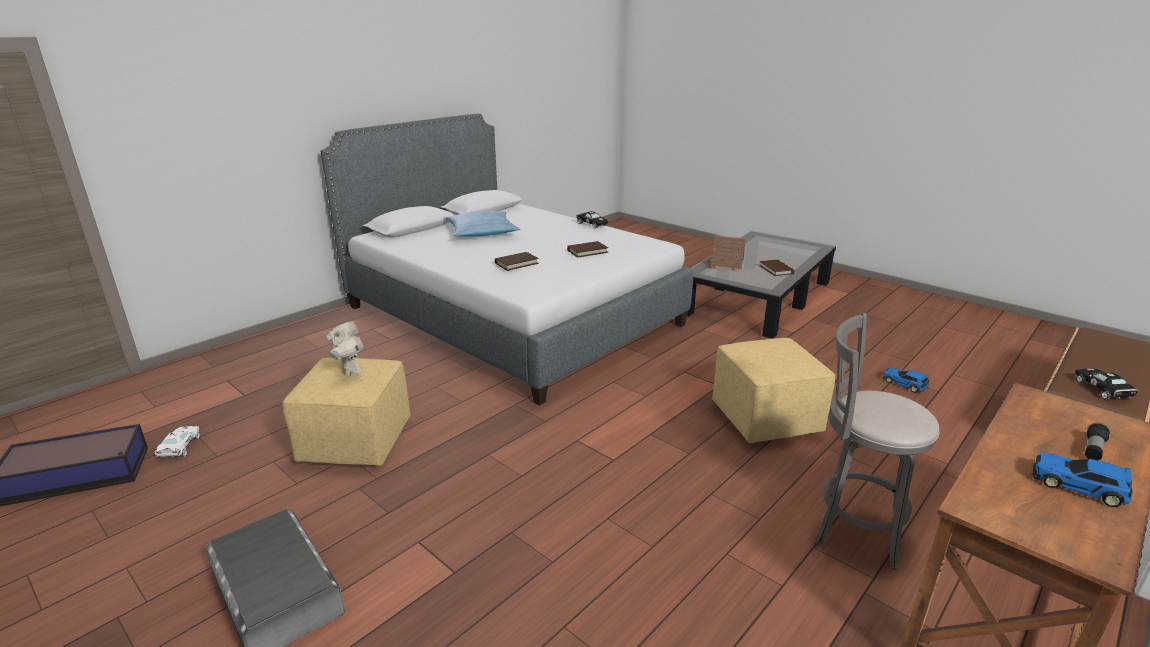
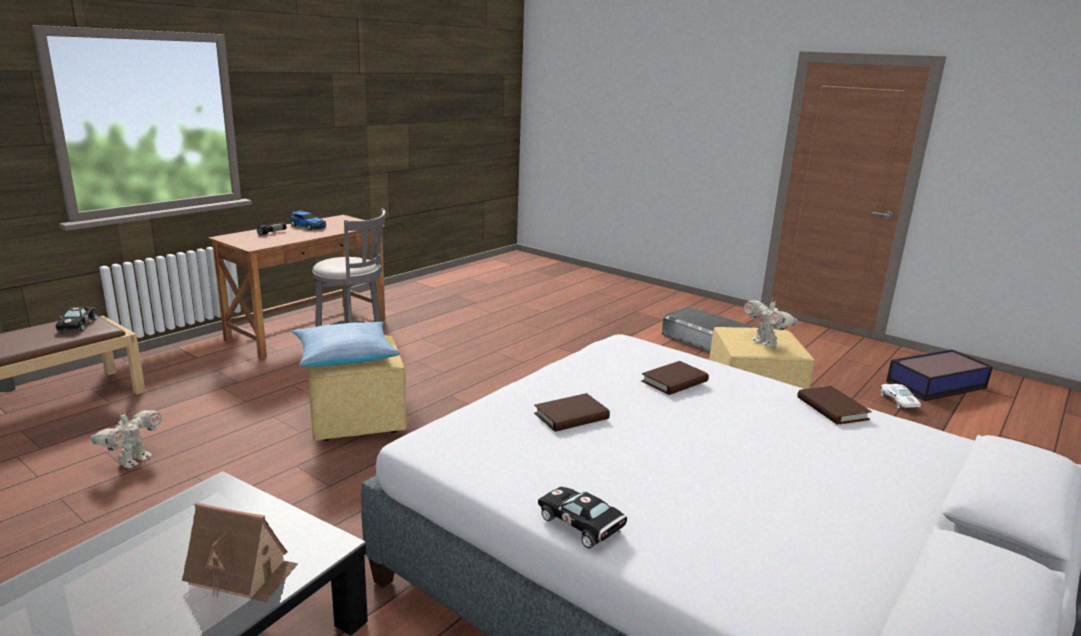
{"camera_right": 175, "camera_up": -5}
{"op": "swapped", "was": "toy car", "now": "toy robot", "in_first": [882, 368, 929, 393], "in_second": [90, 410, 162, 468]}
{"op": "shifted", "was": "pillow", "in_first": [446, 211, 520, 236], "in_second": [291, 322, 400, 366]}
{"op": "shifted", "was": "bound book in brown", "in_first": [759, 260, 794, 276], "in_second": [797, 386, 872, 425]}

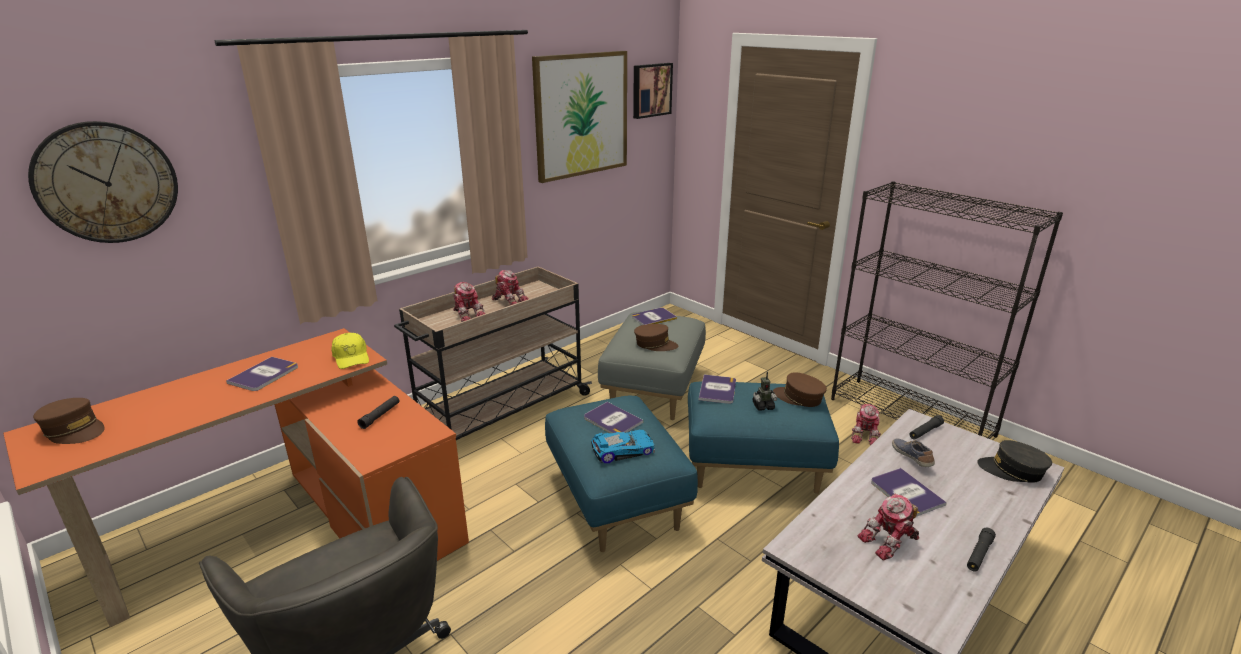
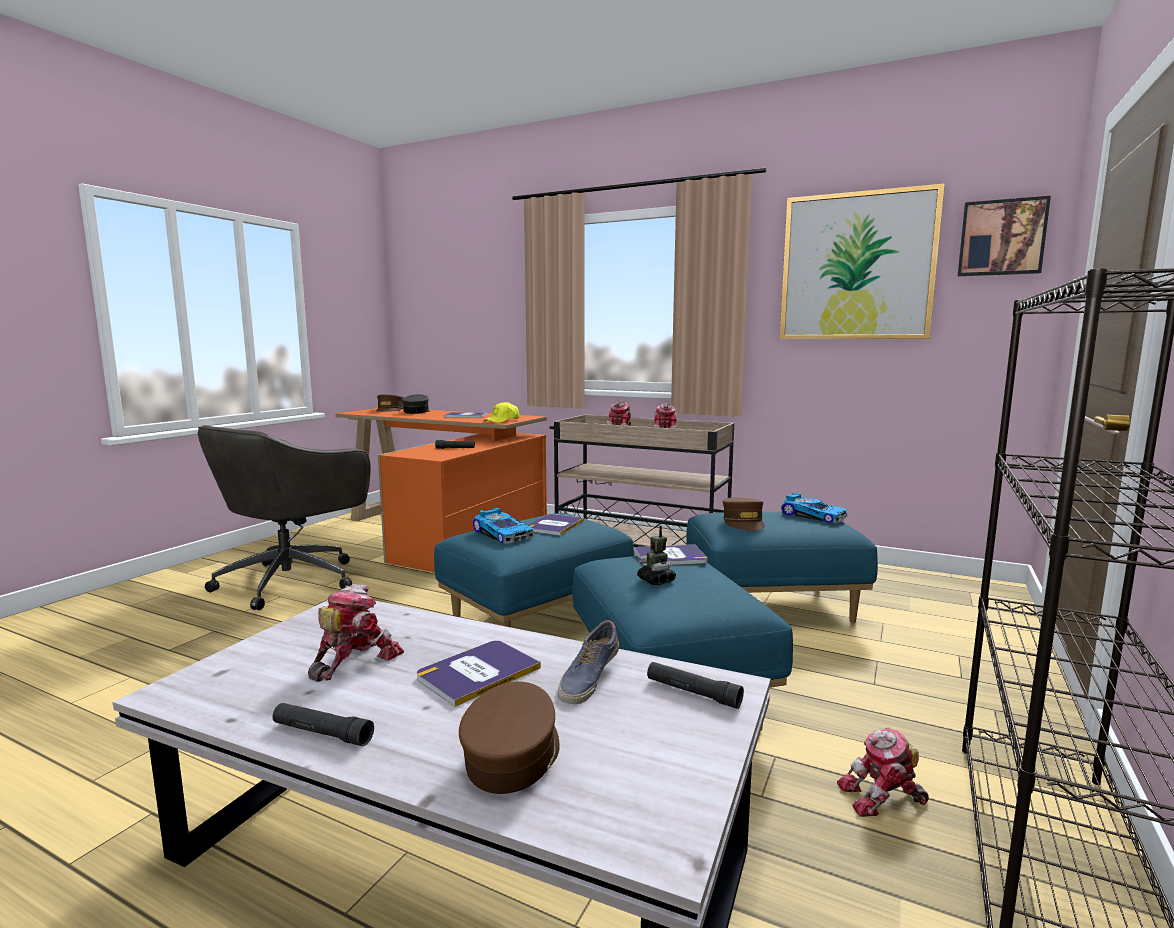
{"camera_right": 70, "camera_up": -15}
{"op": "rotated", "was": "toy robot", "in_first": [857, 493, 919, 560], "in_second": [308, 584, 404, 682], "clockwise": 75}
{"op": "shifted", "was": "peaked cap in greyish", "in_first": [977, 440, 1052, 483], "in_second": [402, 394, 430, 414]}
{"op": "shifted", "was": "peaked cap in brown", "in_first": [773, 372, 827, 407], "in_second": [459, 682, 560, 794]}
{"op": "rotated", "was": "item of footwear", "in_first": [892, 439, 935, 467], "in_second": [558, 620, 619, 704], "clockwise": 150}
{"op": "repainted", "was": "ottoman in greyish", "now": "ottoman in blue-coloured", "in_first": [598, 312, 706, 420], "in_second": [686, 512, 878, 623]}
{"op": "swapped", "was": "bound book", "now": "toy car", "in_first": [632, 308, 677, 325], "in_second": [781, 493, 847, 523]}
{"op": "gone", "was": "clock on the wall", "in_first": [28, 121, 178, 243]}

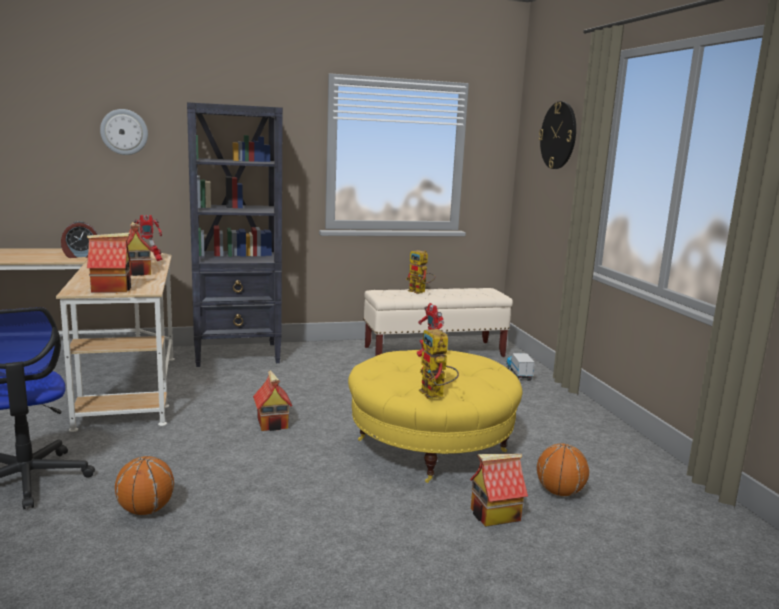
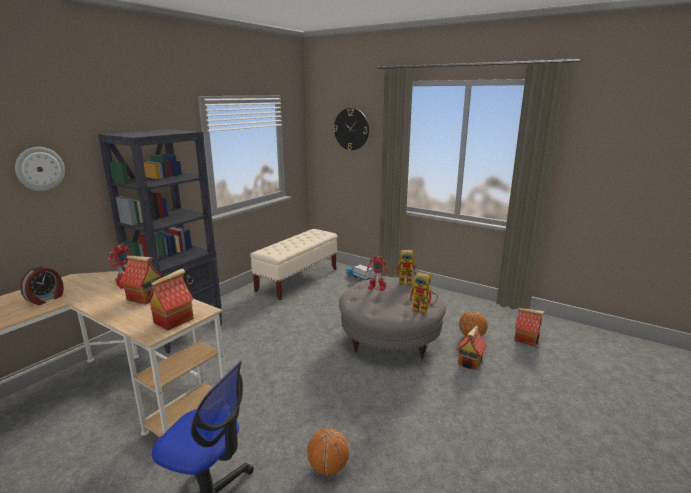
{"camera_right": -40, "camera_up": 5}
{"op": "repainted", "was": "ottoman in yellow-coloured", "now": "ottoman in greyish", "in_first": [348, 349, 522, 483], "in_second": [339, 277, 446, 362]}
{"op": "shifted", "was": "toy robot", "in_first": [406, 250, 435, 294], "in_second": [395, 249, 419, 286]}
{"op": "shifted", "was": "model house", "in_first": [253, 370, 292, 431], "in_second": [514, 308, 545, 346]}

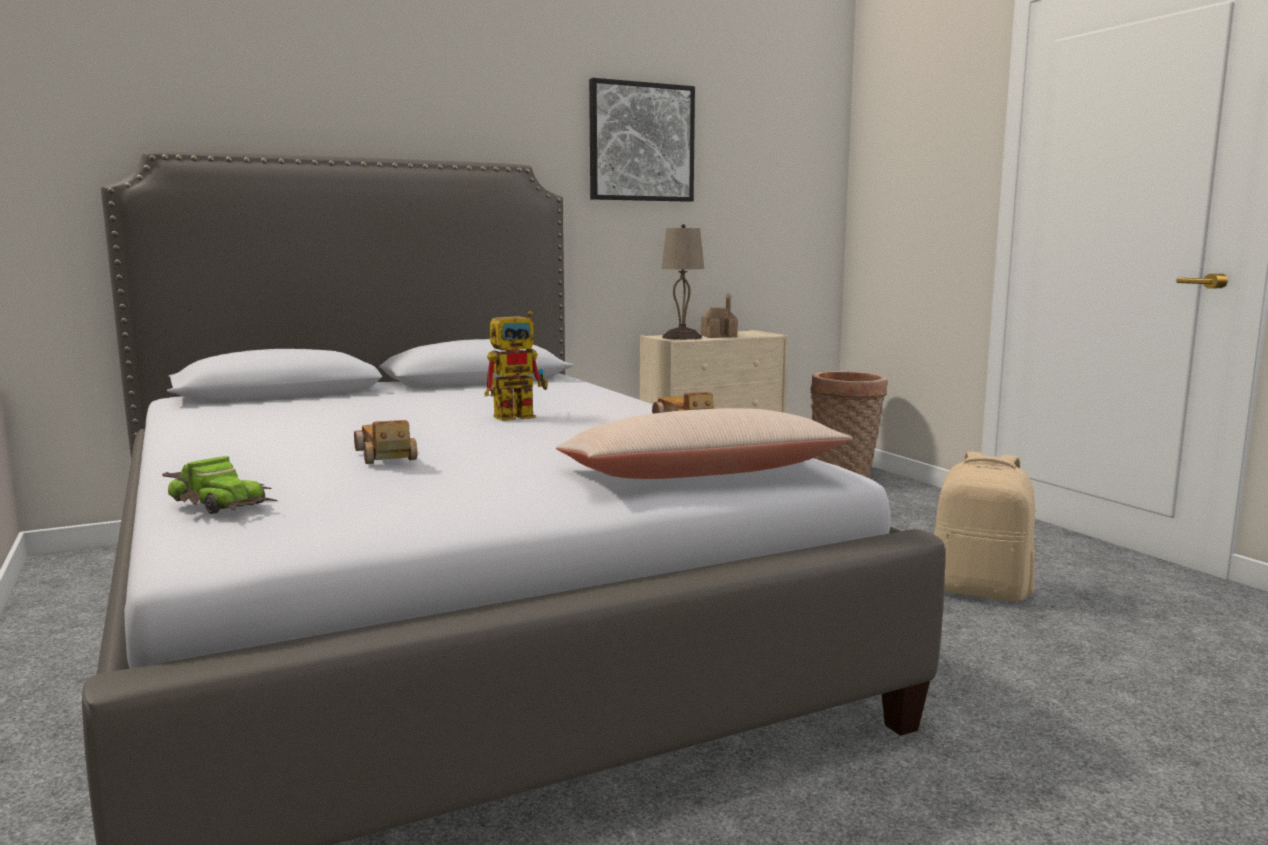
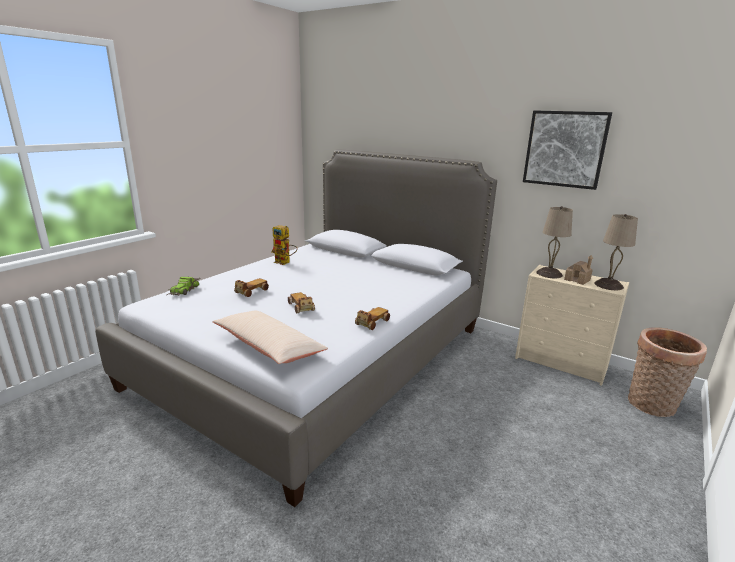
{"camera_right": 60, "camera_up": 10}
{"op": "shifted", "was": "toy robot", "in_first": [485, 311, 548, 421], "in_second": [272, 225, 298, 265]}
{"op": "new", "now": "toy car", "in_second": [288, 292, 315, 313]}
{"op": "new", "now": "tabletop lamp in beige-coloured", "in_second": [594, 214, 638, 290]}
{"op": "gone", "was": "knapsack in beige-coloured", "in_first": [934, 452, 1035, 602]}

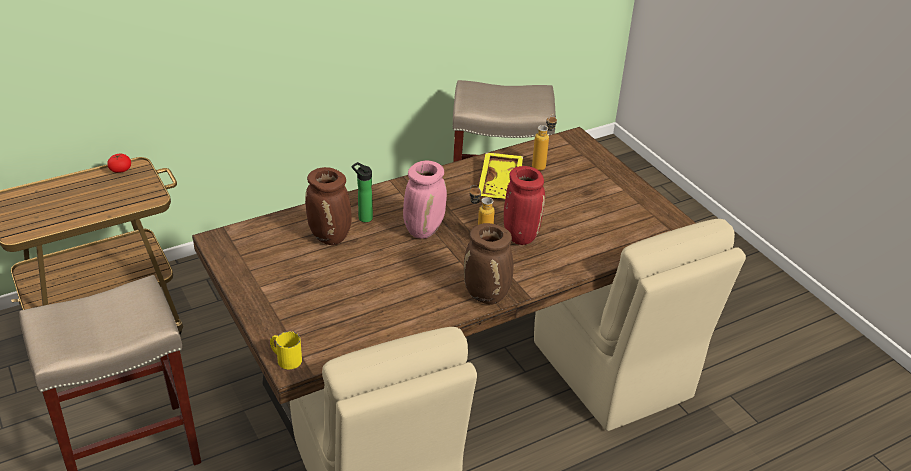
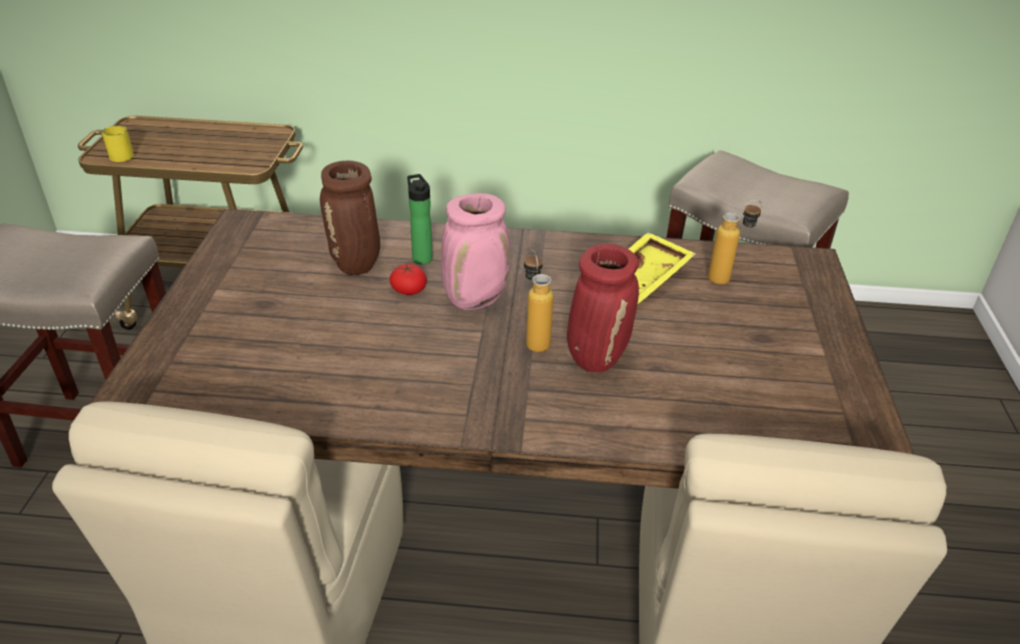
{"camera_right": 35, "camera_up": 0}
{"op": "shifted", "was": "coffee mug in yellow-coloured", "in_first": [270, 331, 302, 369], "in_second": [102, 125, 134, 162]}
{"op": "shifted", "was": "fresh tomato", "in_first": [107, 154, 131, 173], "in_second": [389, 264, 427, 295]}
{"op": "gone", "was": "vase in brown", "in_first": [464, 223, 513, 304]}

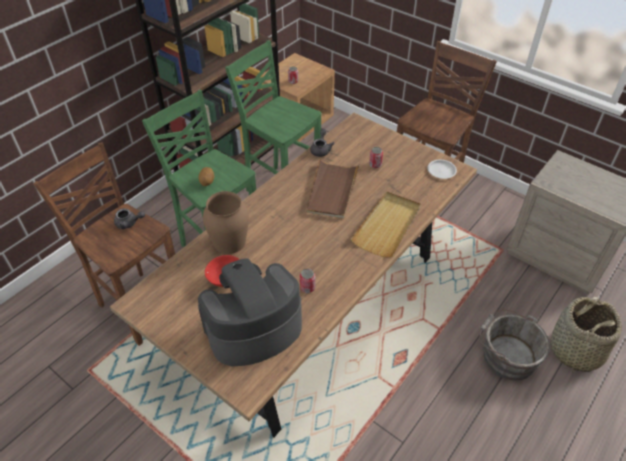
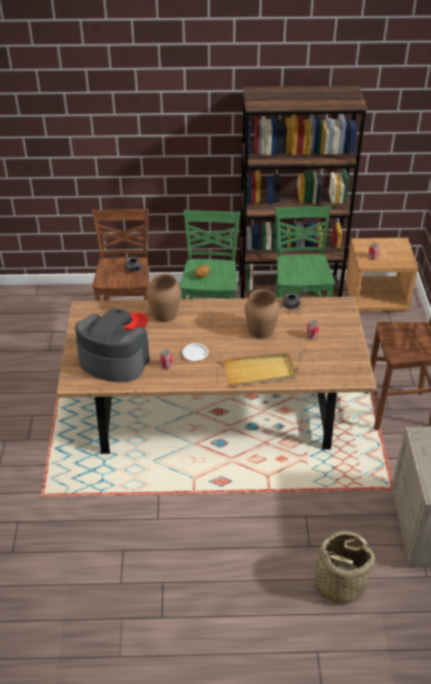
{"camera_right": 50, "camera_up": -5}
{"op": "shifted", "was": "plate in white-coloured", "in_first": [427, 160, 457, 179], "in_second": [182, 343, 208, 361]}
{"op": "swapped", "was": "serving tray in brown", "now": "vase in brown", "in_first": [306, 159, 360, 218], "in_second": [245, 289, 280, 339]}
{"op": "gone", "was": "bucket in greyish", "in_first": [479, 309, 550, 381]}

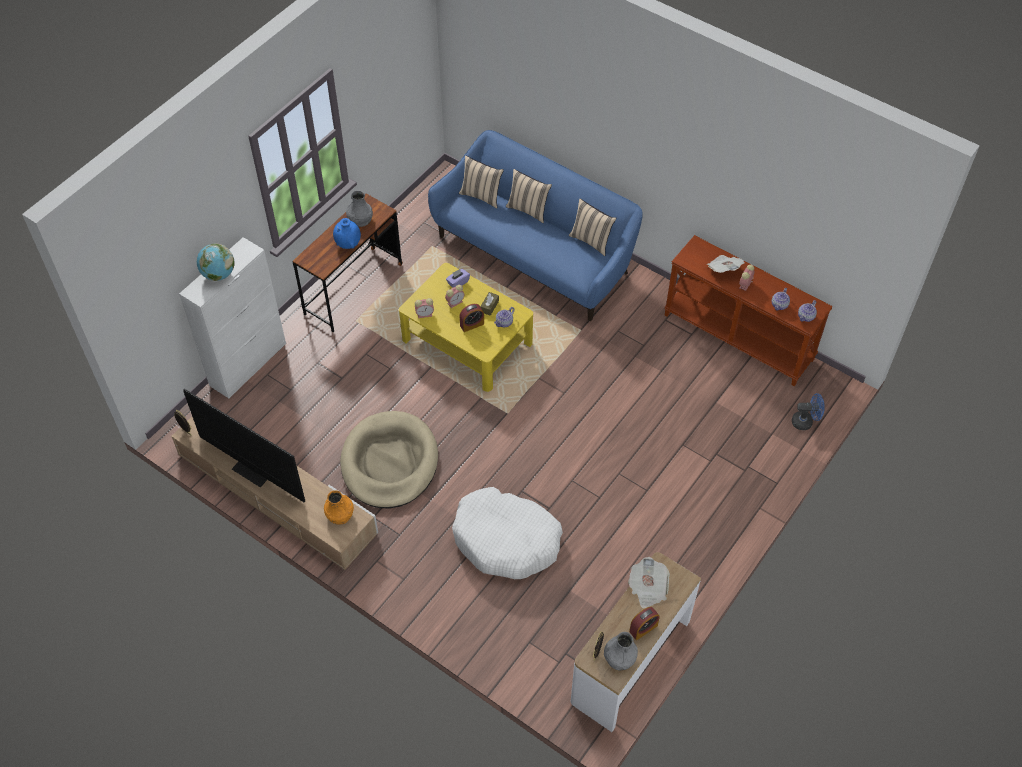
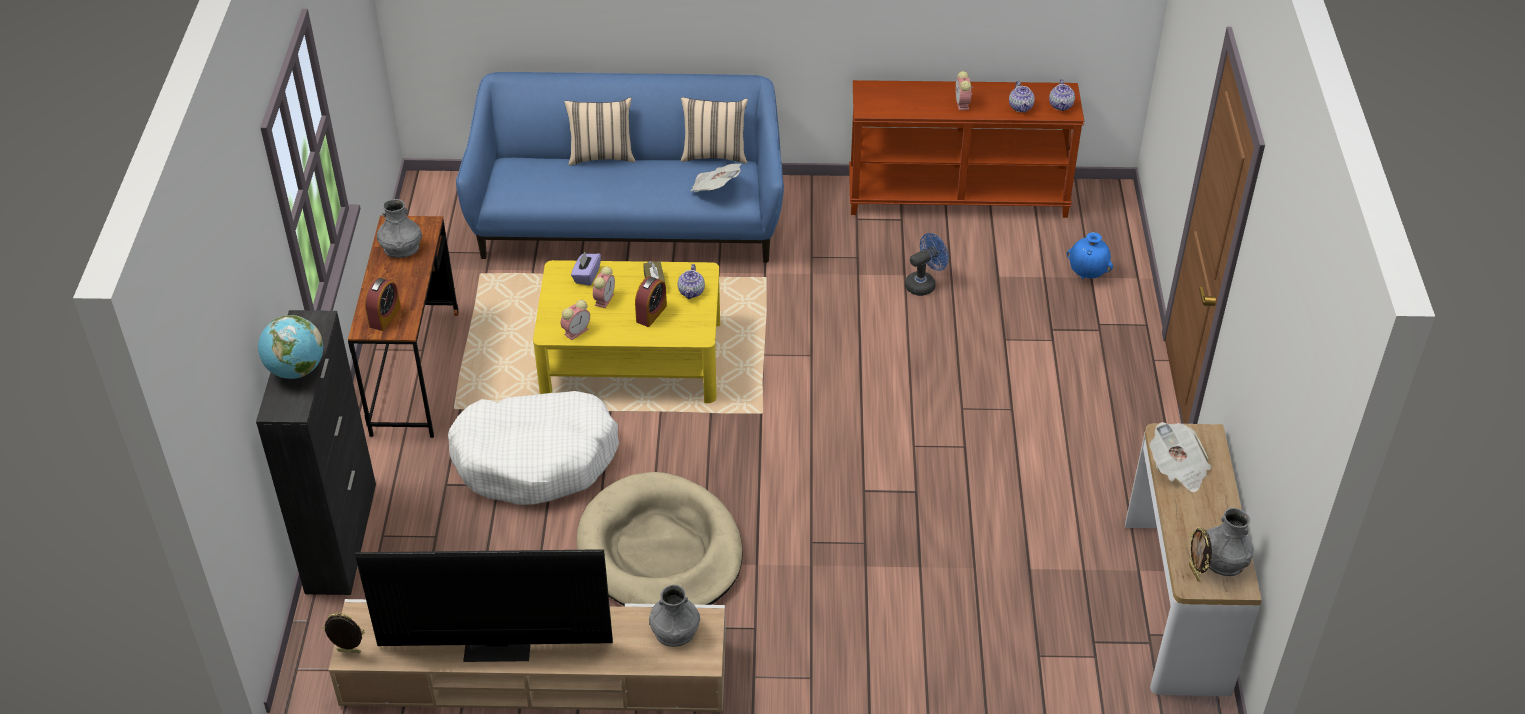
{"camera_right": -35, "camera_up": -10}
{"op": "repainted", "was": "cupboard in white-coloured", "now": "cupboard in black-coloured", "in_first": [179, 237, 286, 398], "in_second": [256, 310, 376, 595]}
{"op": "shifted", "was": "table clock", "in_first": [629, 607, 660, 640], "in_second": [365, 278, 401, 331]}
{"op": "shifted", "was": "dog cushion in white-coloured", "in_first": [452, 487, 563, 579], "in_second": [448, 391, 619, 505]}
{"op": "repainted", "was": "vase in orangey", "now": "vase in greyish", "in_first": [324, 490, 354, 525], "in_second": [649, 585, 700, 647]}
{"op": "shifted", "was": "newspaper", "in_first": [707, 255, 745, 273], "in_second": [690, 164, 741, 192]}
{"op": "shifted", "was": "cooling fan in blue-coloured", "in_first": [792, 393, 825, 430], "in_second": [905, 233, 949, 296]}
{"op": "shifted", "was": "vase in blue-coloured", "in_first": [333, 218, 361, 249], "in_second": [1067, 232, 1113, 279]}
{"op": "gone", "was": "pillow in beige-coloured", "in_first": [459, 155, 504, 208]}

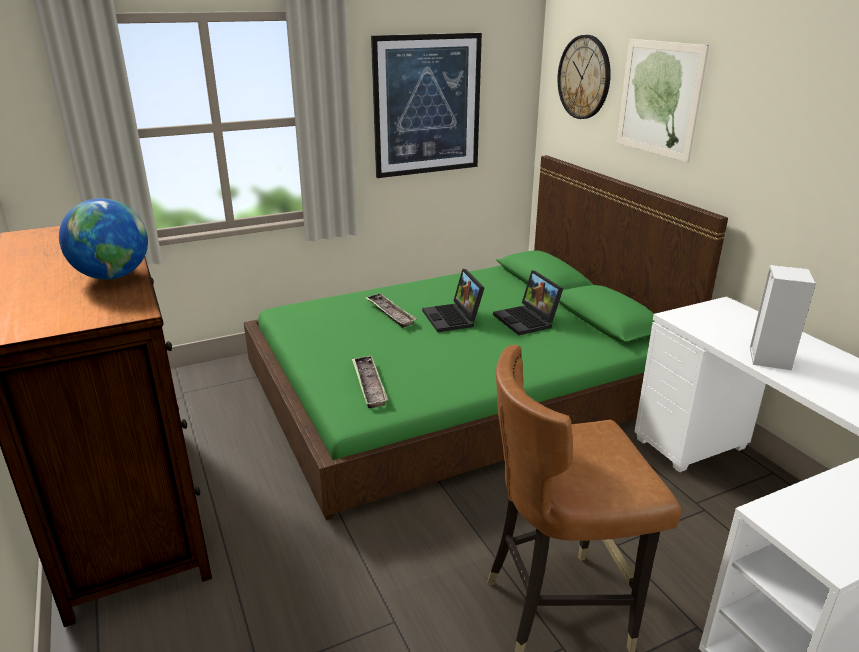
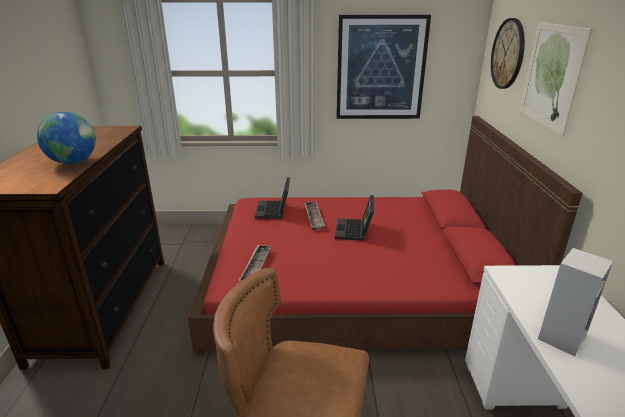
{"camera_right": 25, "camera_up": 0}
{"op": "repainted", "was": "sleeping bed in green", "now": "sleeping bed in reddish", "in_first": [244, 155, 728, 521], "in_second": [188, 116, 583, 354]}
{"op": "shifted", "was": "notebook computer", "in_first": [493, 270, 563, 335], "in_second": [255, 177, 290, 219]}

